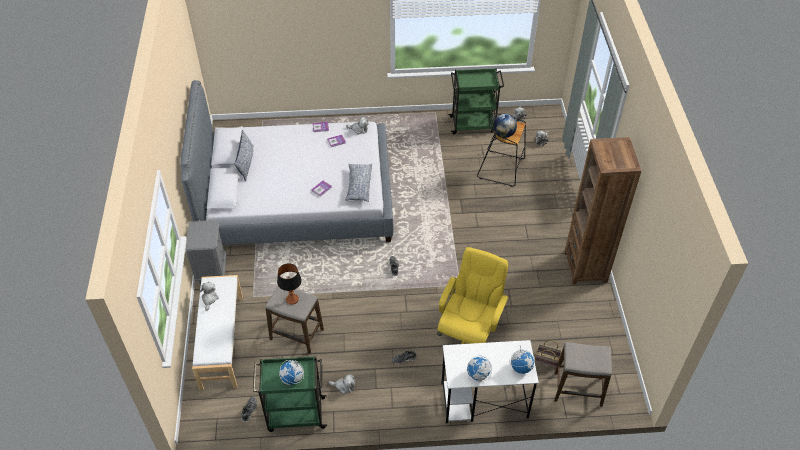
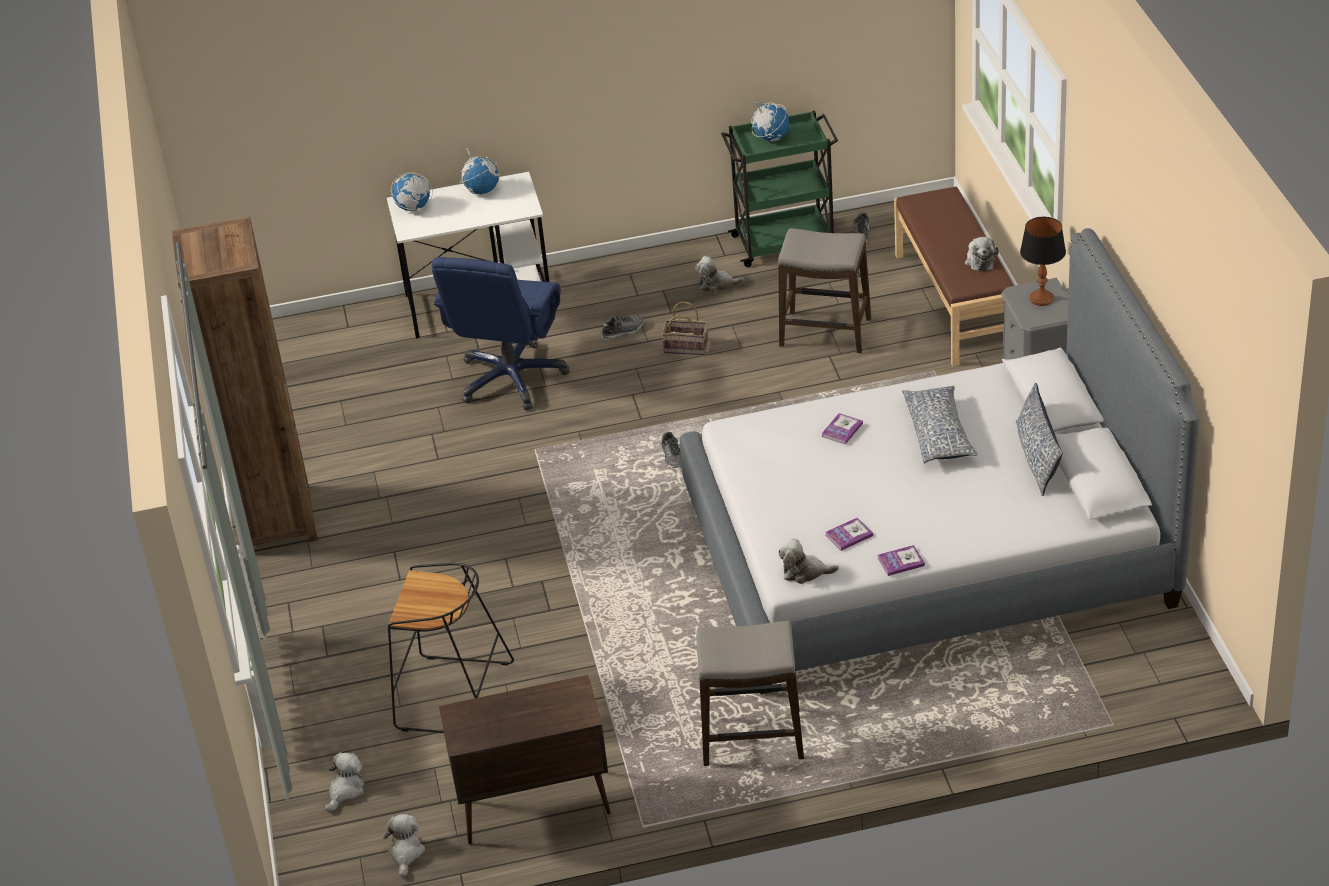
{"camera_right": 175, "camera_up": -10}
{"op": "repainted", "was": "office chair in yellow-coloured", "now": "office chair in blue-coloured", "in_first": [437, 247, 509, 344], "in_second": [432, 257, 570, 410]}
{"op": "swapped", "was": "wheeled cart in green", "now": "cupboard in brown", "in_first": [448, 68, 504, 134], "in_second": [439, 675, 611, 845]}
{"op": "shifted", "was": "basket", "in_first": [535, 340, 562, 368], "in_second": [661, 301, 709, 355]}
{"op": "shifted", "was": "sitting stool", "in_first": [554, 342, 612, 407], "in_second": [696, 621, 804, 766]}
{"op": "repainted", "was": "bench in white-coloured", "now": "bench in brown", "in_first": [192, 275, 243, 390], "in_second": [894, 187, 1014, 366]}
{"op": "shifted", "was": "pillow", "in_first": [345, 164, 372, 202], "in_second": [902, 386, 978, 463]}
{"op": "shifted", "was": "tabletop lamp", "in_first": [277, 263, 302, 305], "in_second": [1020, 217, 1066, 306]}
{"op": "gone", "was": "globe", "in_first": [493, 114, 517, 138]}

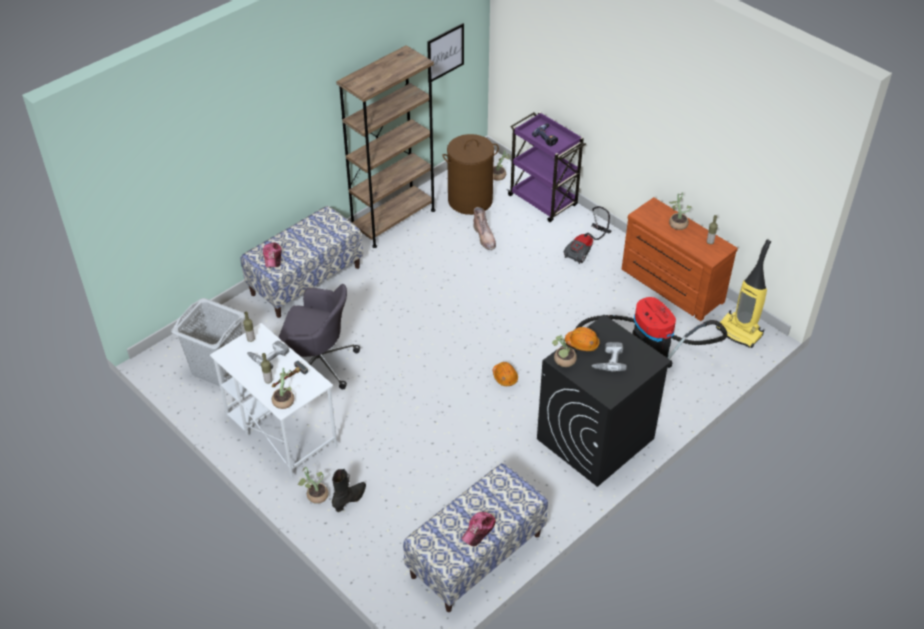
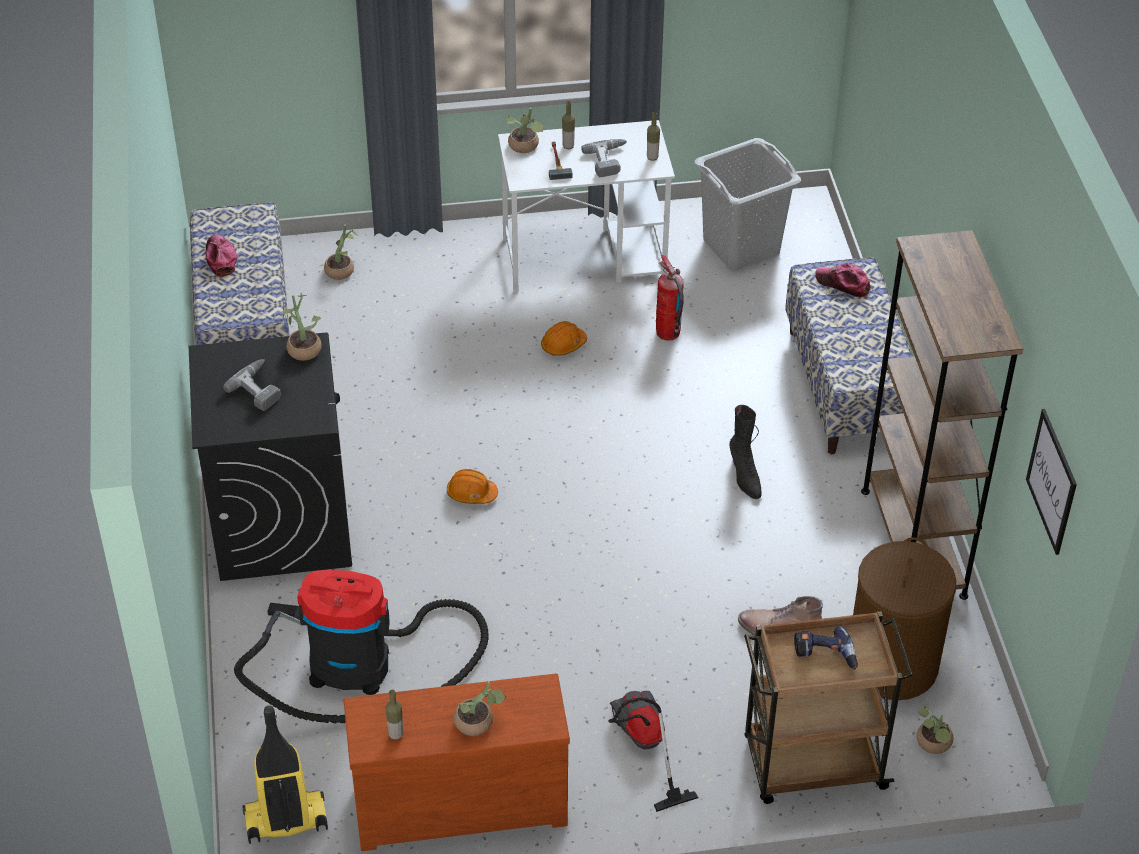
{"camera_right": 125, "camera_up": 0}
{"op": "shifted", "was": "plant in a pot", "in_first": [297, 467, 329, 504], "in_second": [324, 225, 358, 280]}
{"op": "shifted", "was": "safety helmet in orangey", "in_first": [565, 327, 600, 351], "in_second": [541, 321, 587, 356]}
{"op": "swapped", "was": "office chair in greyish", "now": "extinguisher", "in_first": [279, 284, 360, 389], "in_second": [656, 255, 684, 341]}
{"op": "shifted", "was": "boot in black-coloured", "in_first": [332, 469, 366, 512], "in_second": [729, 405, 762, 499]}
{"op": "repainted", "was": "wheeled cart in purplish", "now": "wheeled cart in brown", "in_first": [507, 112, 586, 222], "in_second": [744, 612, 913, 804]}

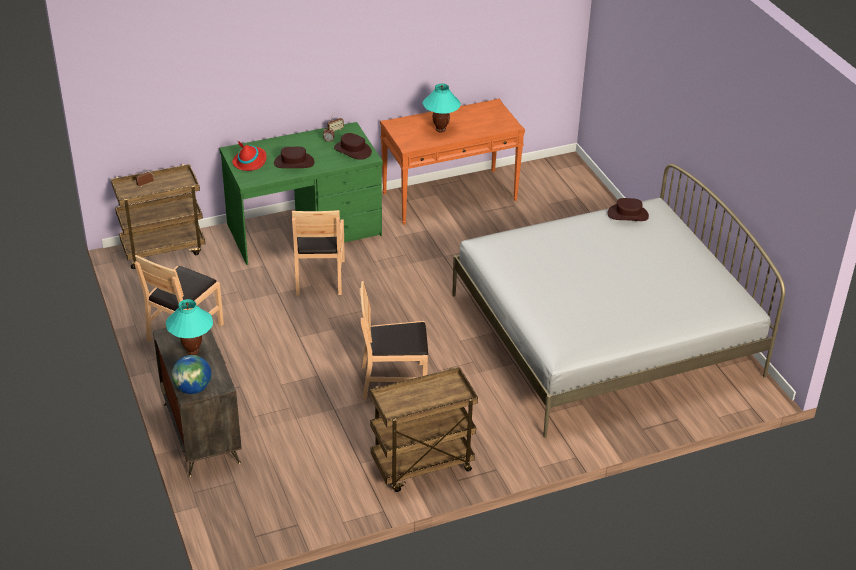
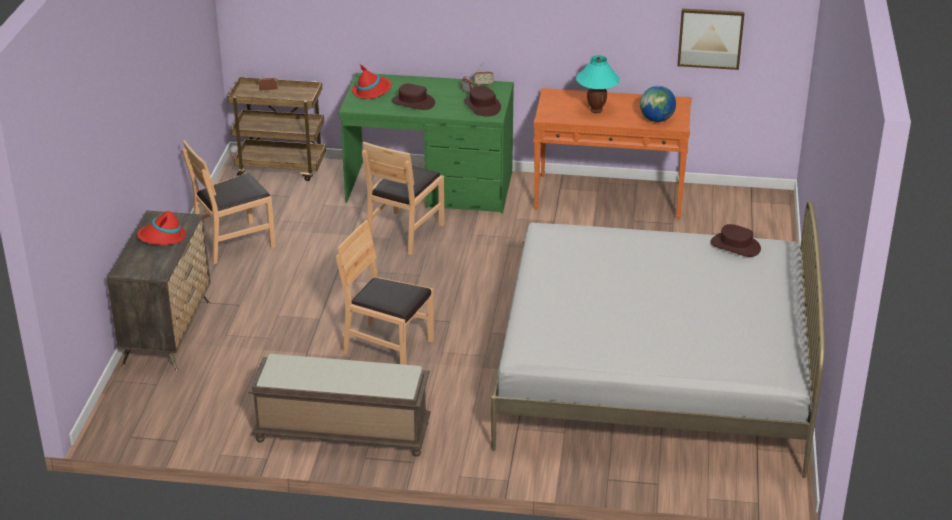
{"camera_right": 30, "camera_up": -5}
{"op": "swapped", "was": "tabletop lamp in turquoise-coloured", "now": "clothing hat in reddish", "in_first": [166, 299, 213, 355], "in_second": [137, 211, 186, 245]}
{"op": "swapped", "was": "wheeled cart in brown", "now": "bench in brown", "in_first": [370, 367, 478, 492], "in_second": [248, 354, 431, 456]}
{"op": "shifted", "was": "globe", "in_first": [172, 355, 211, 394], "in_second": [640, 86, 676, 122]}
{"op": "new", "now": "wall art", "in_second": [677, 9, 744, 70]}

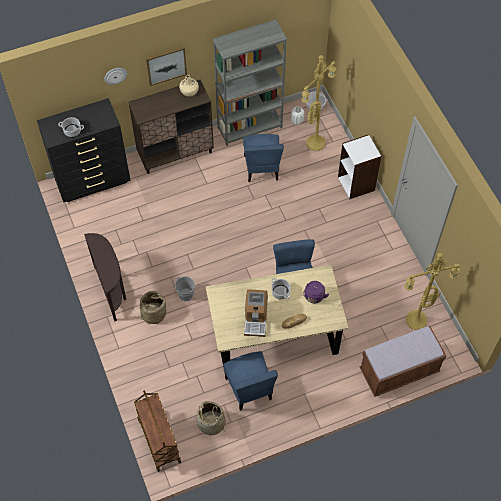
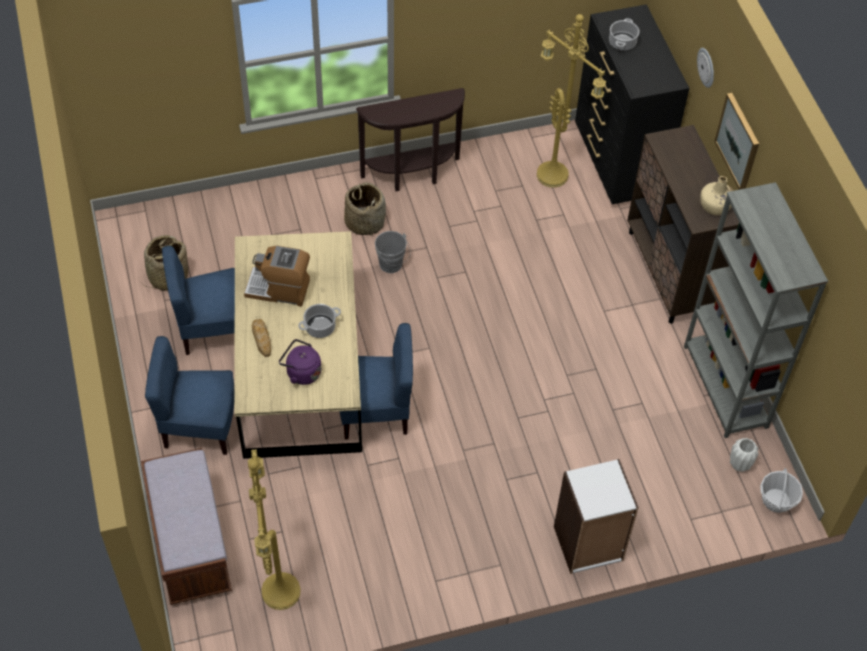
{"camera_right": 95, "camera_up": -5}
{"op": "shifted", "was": "chair in blue-coloured", "in_first": [243, 134, 284, 182], "in_second": [145, 336, 234, 455]}
{"op": "shifted", "was": "floor lamp in yellow-coloured", "in_first": [301, 55, 336, 151], "in_second": [537, 14, 606, 188]}
{"op": "gone", "was": "wheeled cart in brown", "in_first": [134, 390, 181, 472]}

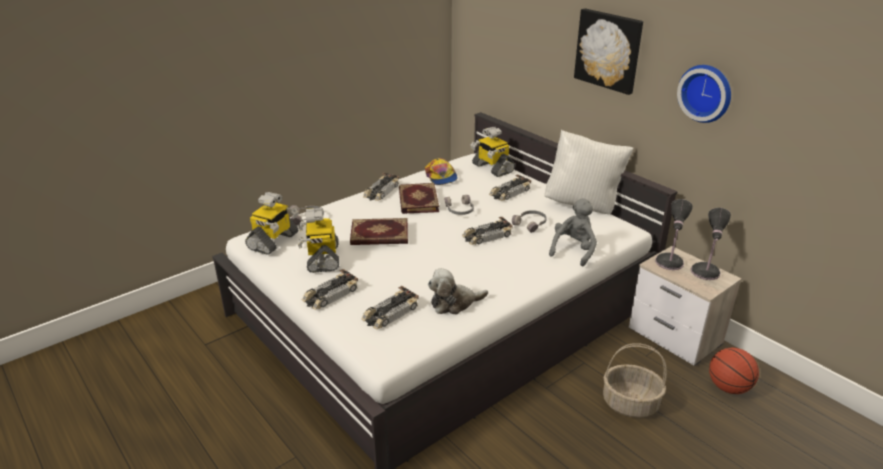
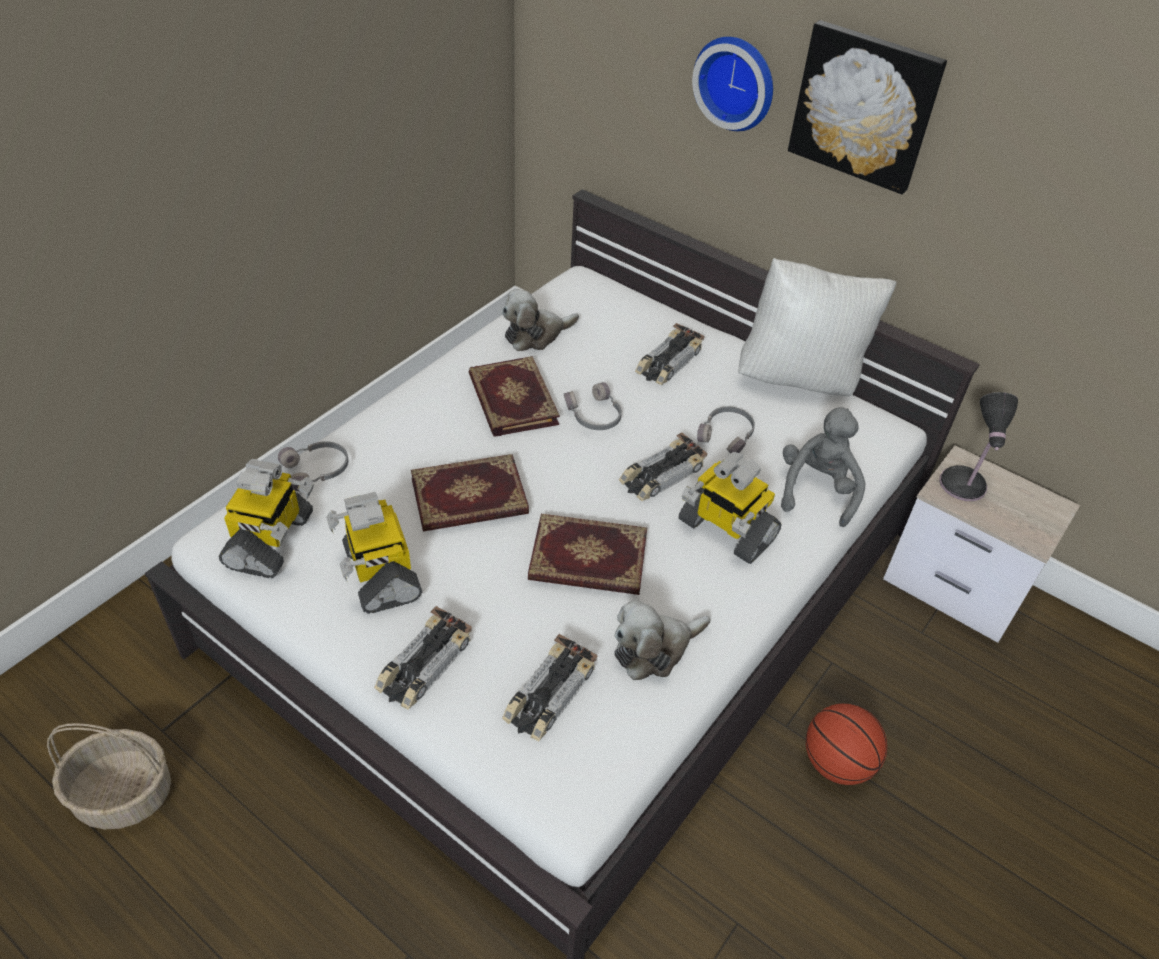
{"camera_right": -15, "camera_up": 15}
{"op": "shifted", "was": "basket", "in_first": [603, 343, 667, 418], "in_second": [47, 723, 171, 830]}
{"op": "swapped", "was": "peaked cap", "now": "cuddly toy", "in_first": [425, 158, 458, 185], "in_second": [502, 289, 579, 351]}
{"op": "new", "now": "bound book", "in_second": [528, 514, 647, 595]}
{"op": "shifted", "was": "toy robot", "in_first": [470, 127, 515, 177], "in_second": [678, 452, 782, 564]}
{"op": "shifted", "was": "clock on the wall", "in_first": [677, 65, 731, 123], "in_second": [692, 37, 773, 131]}
{"op": "shifted", "was": "ball for basketball", "in_first": [709, 348, 759, 394], "in_second": [806, 703, 887, 785]}
{"op": "gone", "was": "toy car", "in_first": [363, 172, 399, 201]}
{"op": "gone", "was": "tabletop lamp", "in_first": [691, 208, 731, 280]}

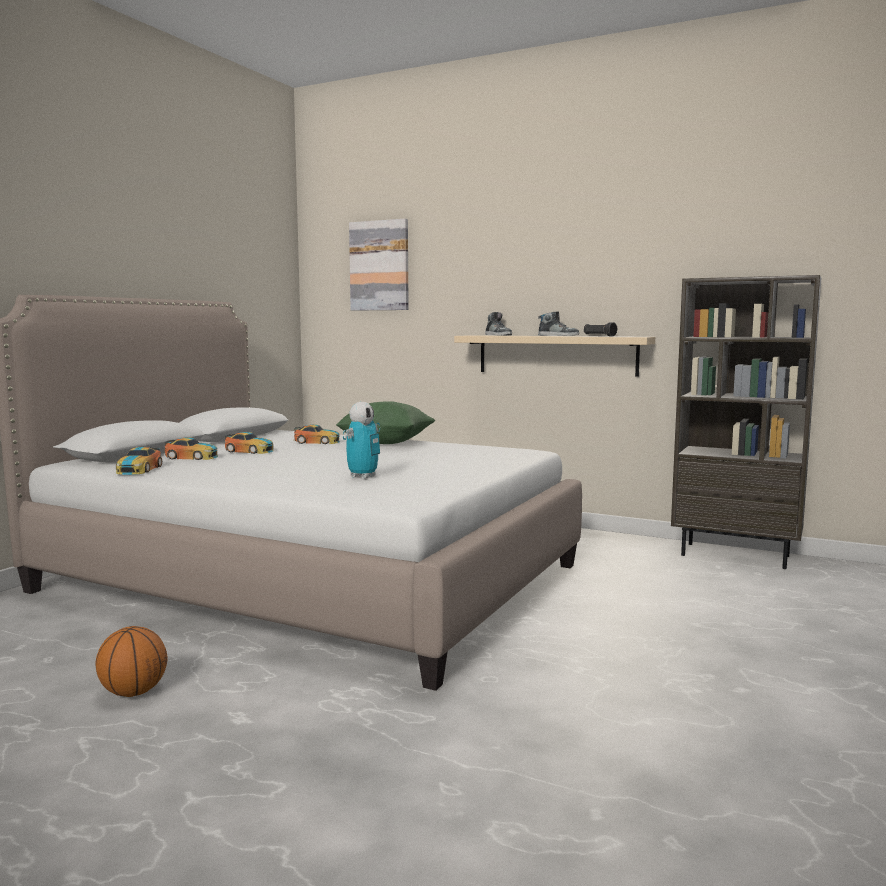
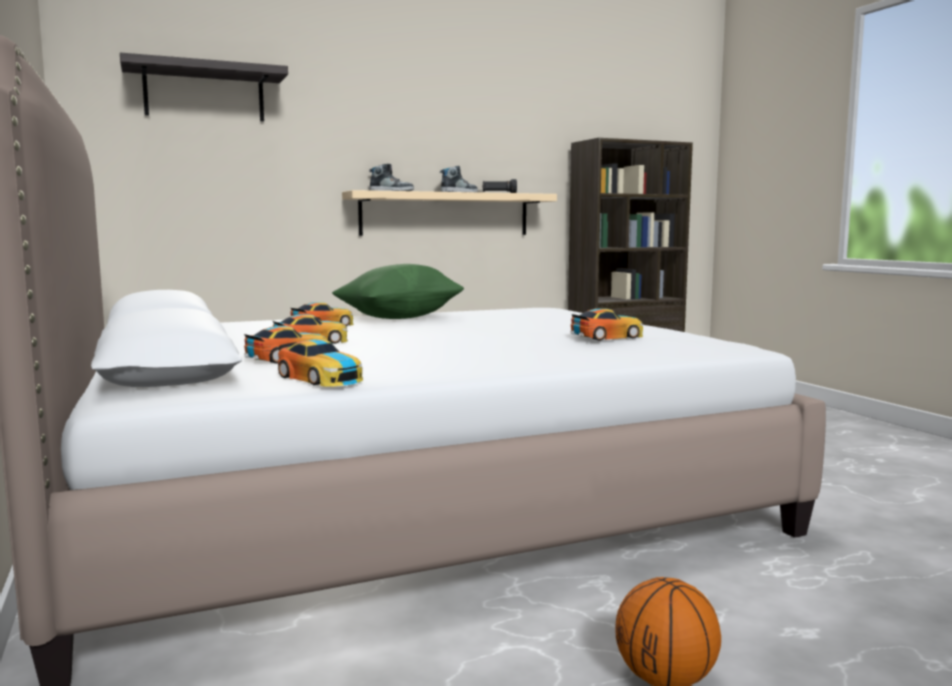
{"camera_right": -50, "camera_up": 0}
{"op": "swapped", "was": "wall art", "now": "bracket shelf", "in_first": [349, 219, 409, 311], "in_second": [120, 53, 288, 121]}
{"op": "swapped", "was": "toy robot", "now": "toy car", "in_first": [343, 402, 380, 479], "in_second": [571, 308, 643, 341]}

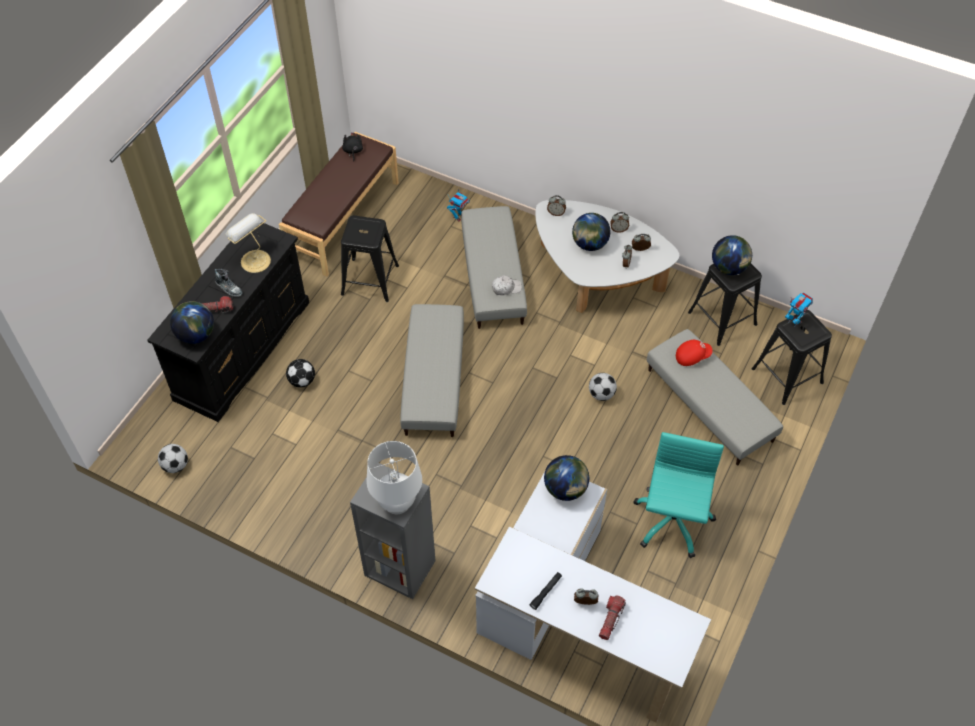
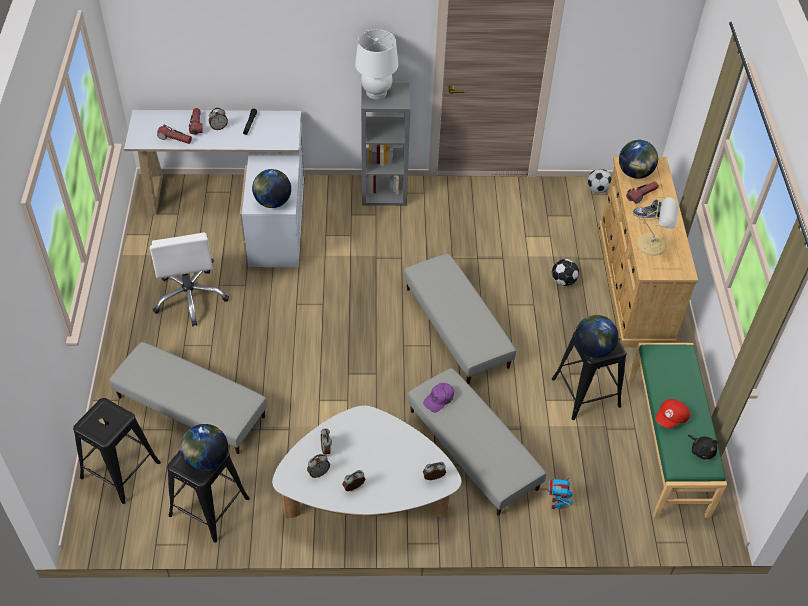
{"camera_right": 150, "camera_up": -5}
{"op": "repainted", "was": "office chair in turquoise-coloured", "now": "office chair in white-coloured", "in_first": [633, 432, 724, 558], "in_second": [150, 232, 229, 326]}
{"op": "new", "now": "hand torch", "in_second": [157, 125, 192, 144]}
{"op": "repainted", "was": "peaked cap in white-coloured", "now": "peaked cap in purplish", "in_first": [492, 275, 522, 295], "in_second": [423, 383, 454, 412]}
{"op": "shifted", "was": "globe", "in_first": [572, 213, 610, 251], "in_second": [575, 315, 619, 358]}
{"op": "repainted", "was": "chest of drawers in black-coloured", "now": "chest of drawers in beige-coloured", "in_first": [148, 223, 309, 422], "in_second": [598, 157, 698, 348]}
{"op": "repainted", "was": "bench in brown", "now": "bench in green", "in_first": [279, 132, 399, 276], "in_second": [628, 343, 727, 518]}
{"op": "shifted", "was": "peaked cap in reddish", "in_first": [676, 340, 713, 366], "in_second": [655, 399, 690, 428]}
{"op": "gone", "was": "ball for football", "in_first": [589, 373, 617, 401]}
{"op": "gone", "was": "toy robot", "in_first": [785, 292, 813, 327]}

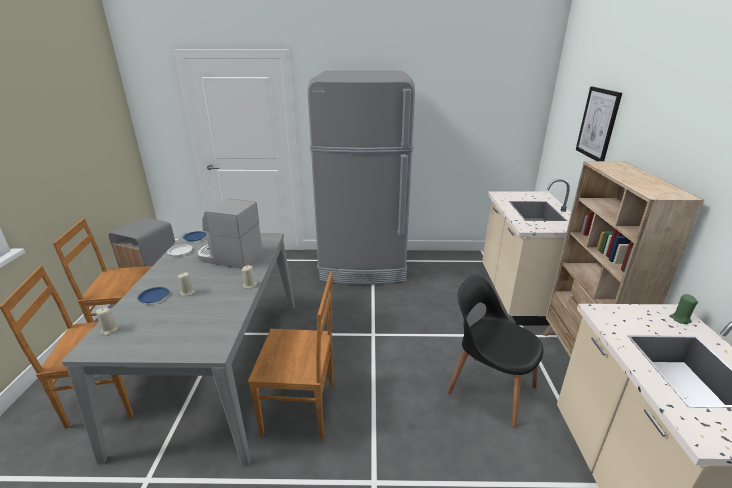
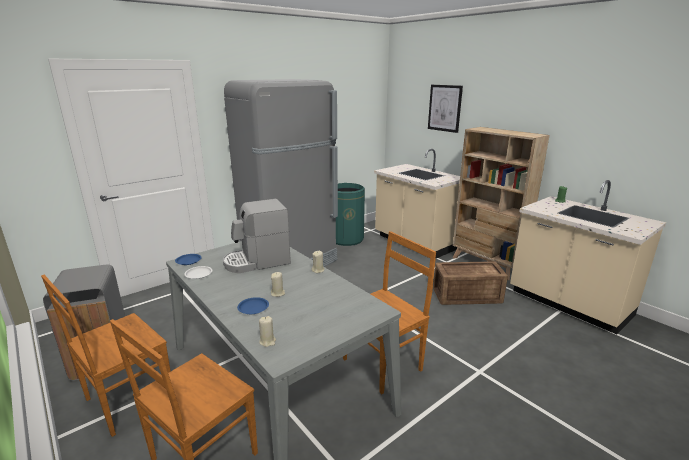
{"camera_right": -40, "camera_up": -5}
{"op": "new", "now": "rubbish bin in green", "in_second": [336, 183, 365, 246]}
{"op": "swapped", "was": "chair in black-coloured", "now": "packing crate", "in_first": [447, 275, 543, 427], "in_second": [433, 261, 508, 305]}

